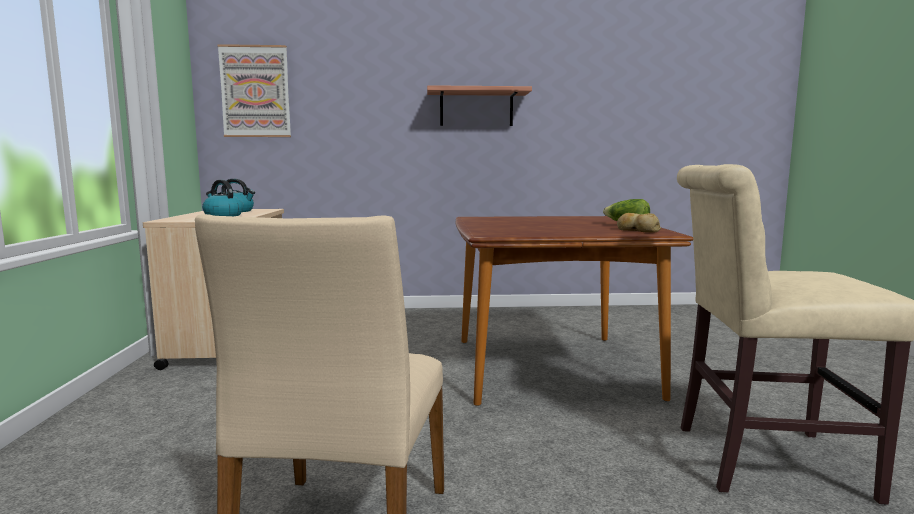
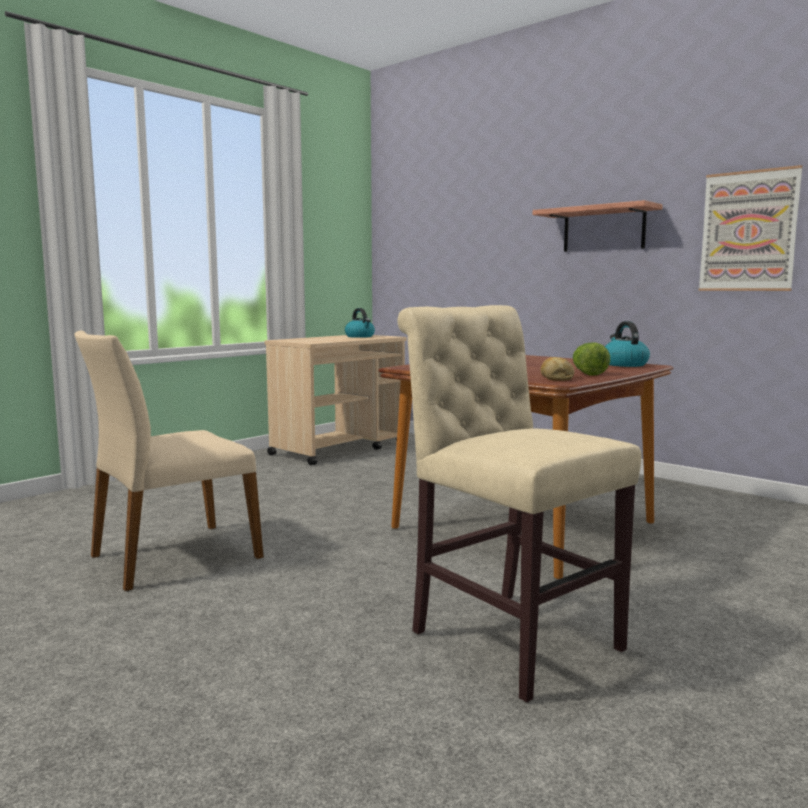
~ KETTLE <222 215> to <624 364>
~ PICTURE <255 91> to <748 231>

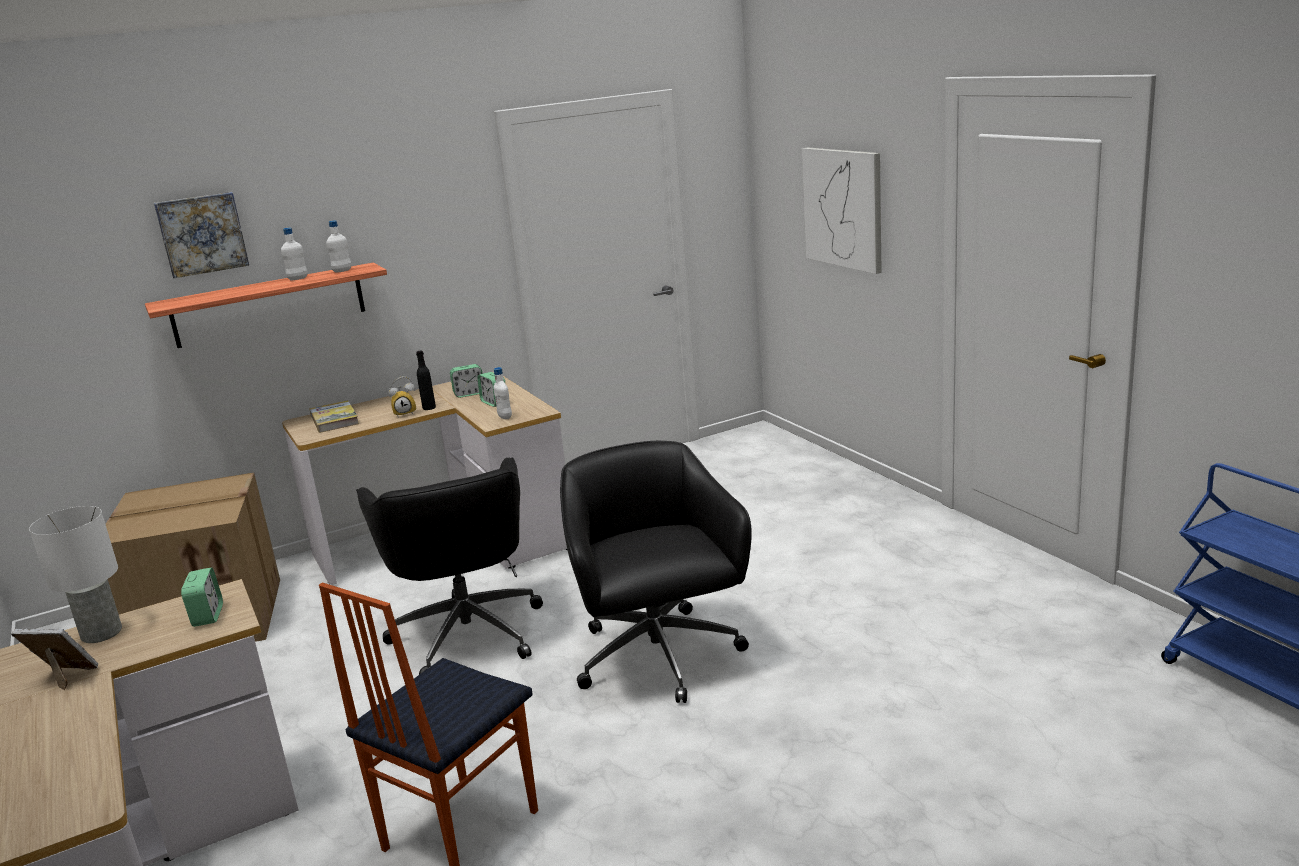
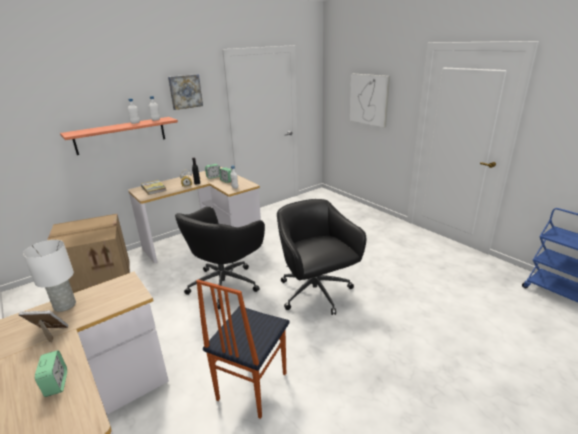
~ PICTURE <202 234> to <185 91>
~ ALARM CLOCK <207 616> to <56 384>
~ BLACK OFFICE CHAIR <467 632> = <225 284> 60 degrees clockwise

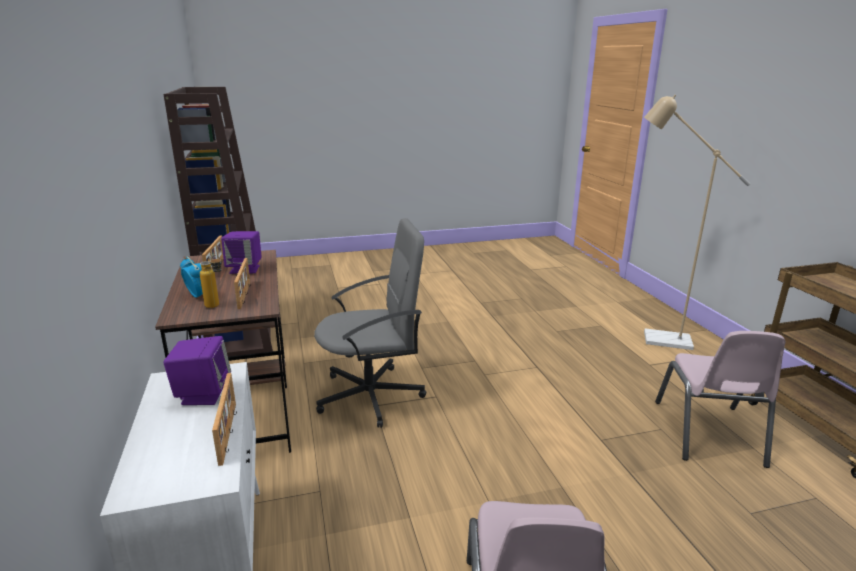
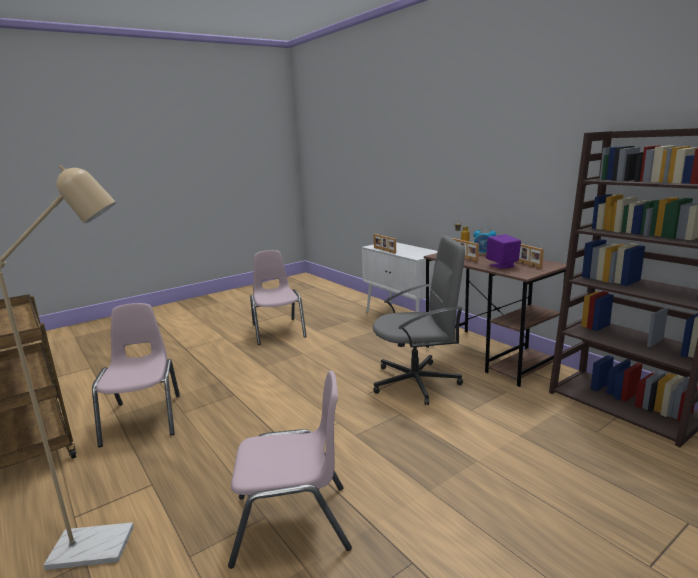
- PURPLE SPEAKER <203 394>
~ GREY OFFICE CHAIR <372 395> = <417 382> 150 degrees counterclockwise
+ PINK CHAIR <292 523>

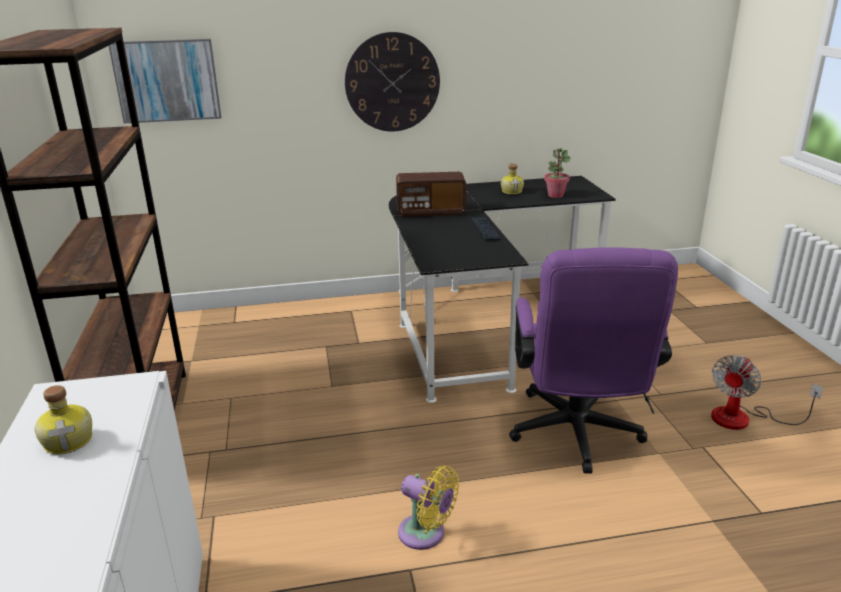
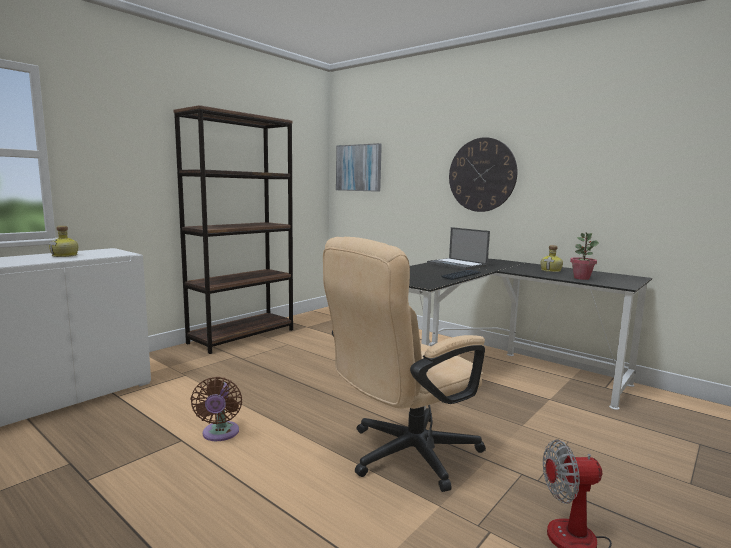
~ RADIO <430 211> to LAPTOP <457 264>
~ YELLOW FAN <425 534> to BROWN FAN <220 434>
~ PURPLE OFFICE CHAIR <576 437> to BEIGE OFFICE CHAIR <402 456>

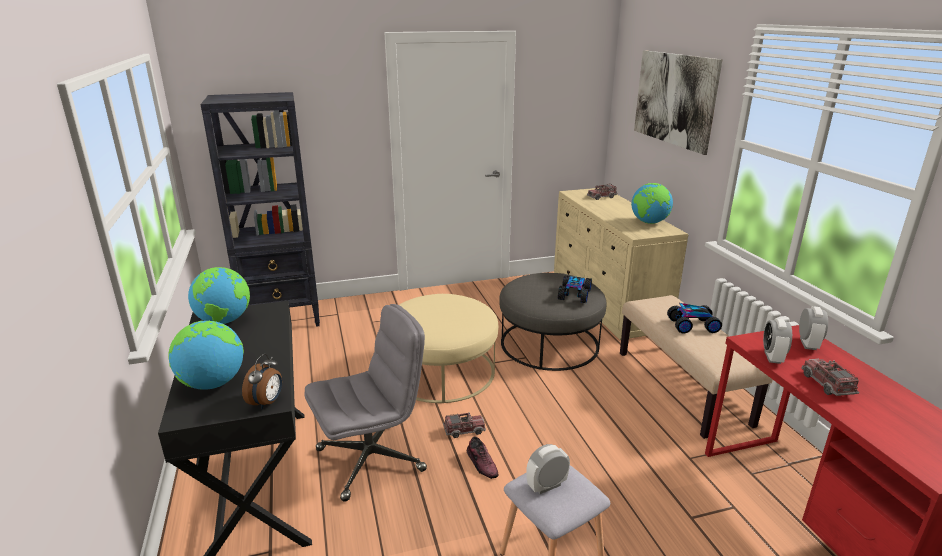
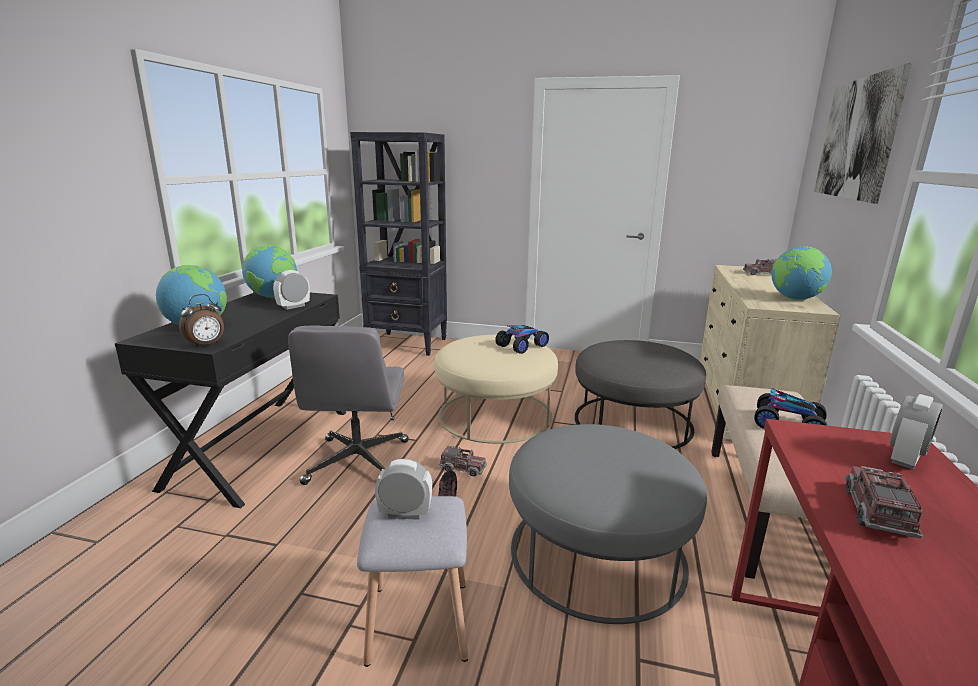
~ GREY OFFICE CHAIR <371 459> = <358 462> 90 degrees clockwise
~ TOY CAR <575 295> to <522 346>
~ ALARM CLOCK <772 357> to <293 306>
+ GREY OTTOMAN <597 553>

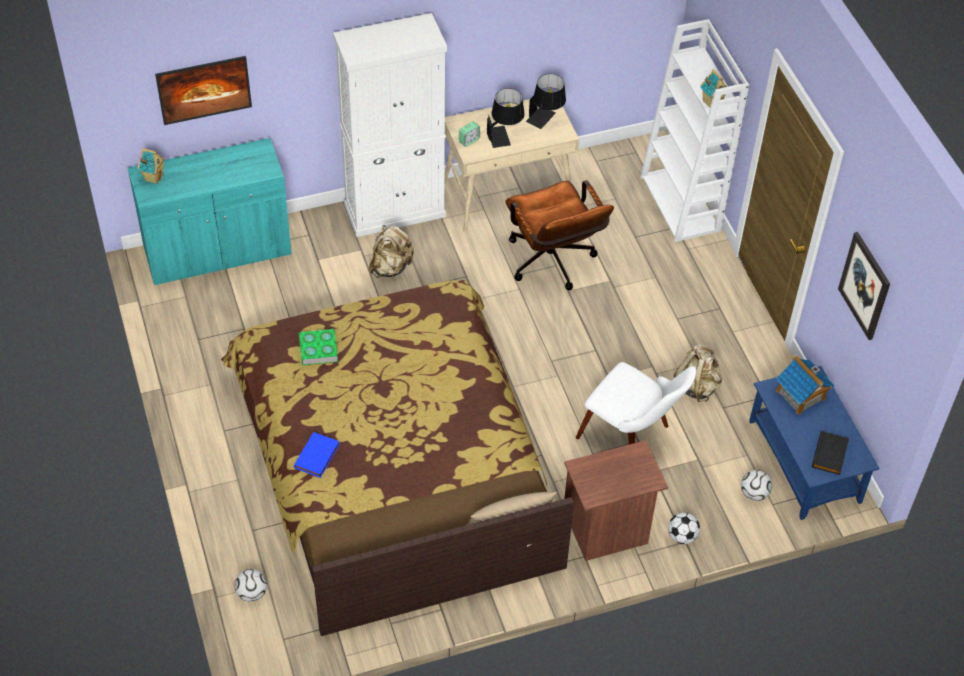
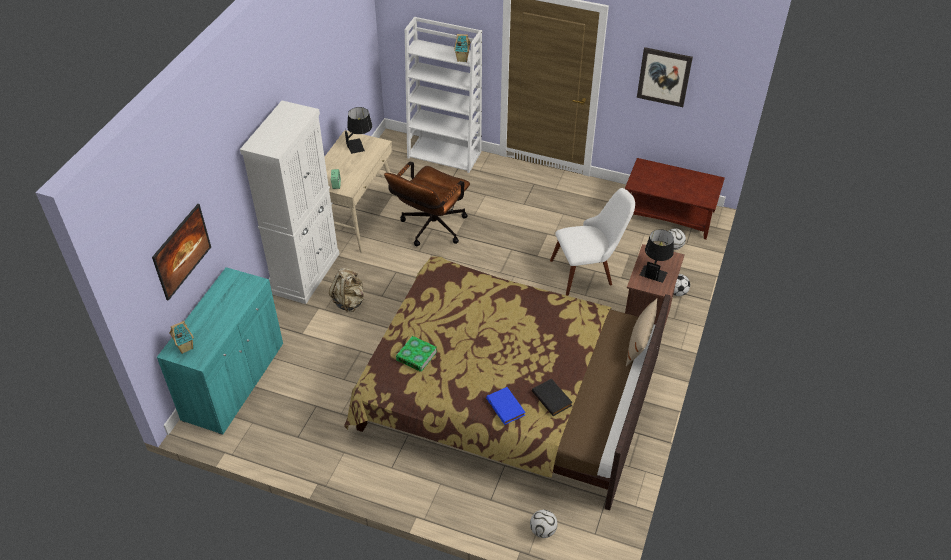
~ BLACK TABLE LAMP <504 135> to <655 270>
~ BROWN OFFICE CHAIR <553 265> = <430 229> 105 degrees clockwise
- BEIGE BACKPACK <697 386>
~ BLUE COFFEE TABLE <805 462> to BROWN COFFEE TABLE <669 215>
- TOY HOUSE <800 395>
~ BLACK BOOK <830 455> to <552 398>

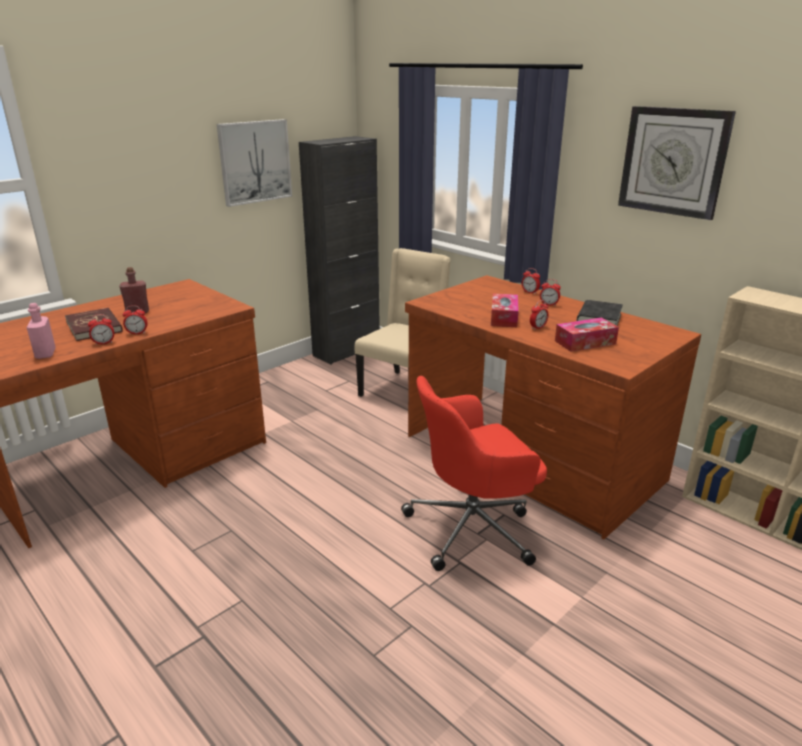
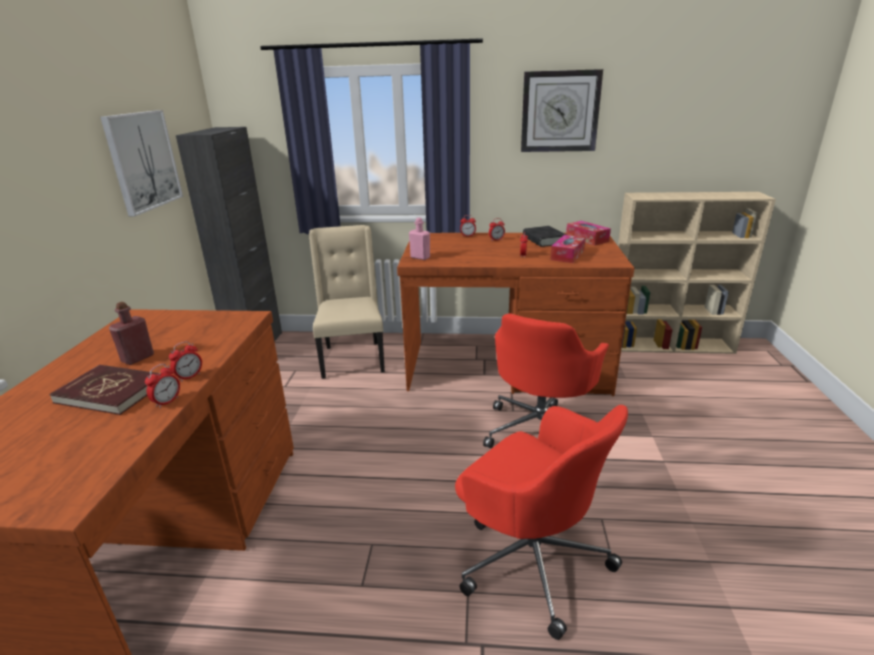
~ PINK BOTTLE <45 354> to <420 257>
~ TISSUE BOX <504 317> to <587 239>
+ RED OFFICE CHAIR <531 557>

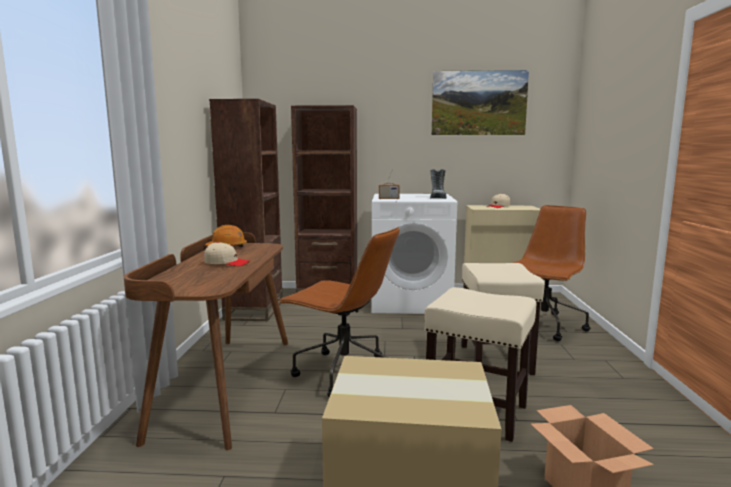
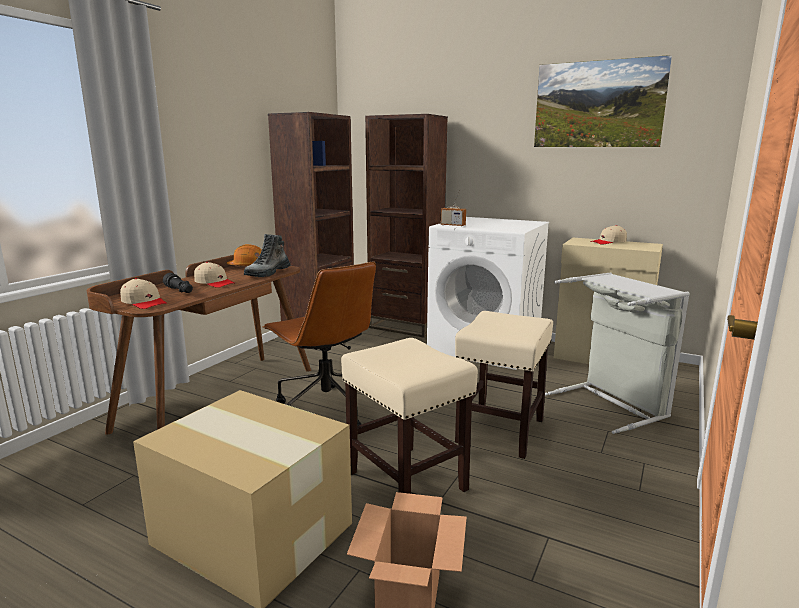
~ BOOT <437 197> to <268 273>
~ BROWN OFFICE CHAIR <543 326> to GREY LAUNDRY BASKET <613 404>
+ BEIGE CAP <144 302>
+ BLACK FLASHLIGHT <180 291>

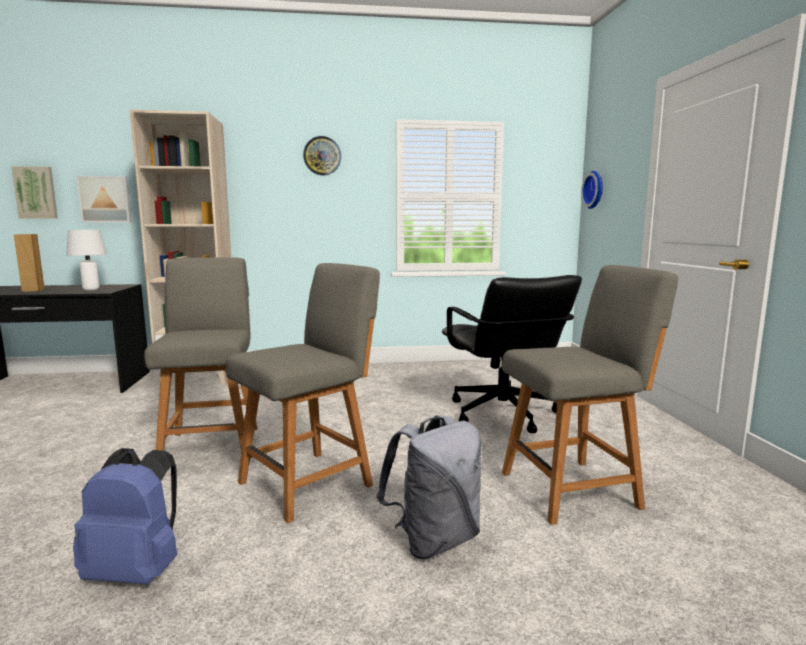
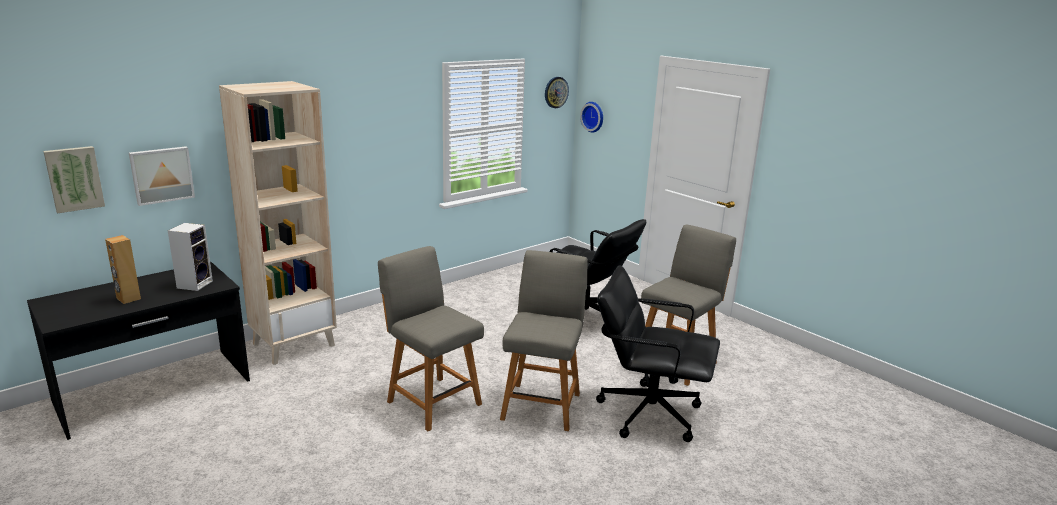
~ WHITE TABLE LAMP <91 289> to SPEAKER <195 284>
- BLUE BACKPACK <137 571>
~ WALL CLOCK <322 156> to <556 92>
~ GREY BACKPACK <434 540> to BLACK OFFICE CHAIR <648 412>

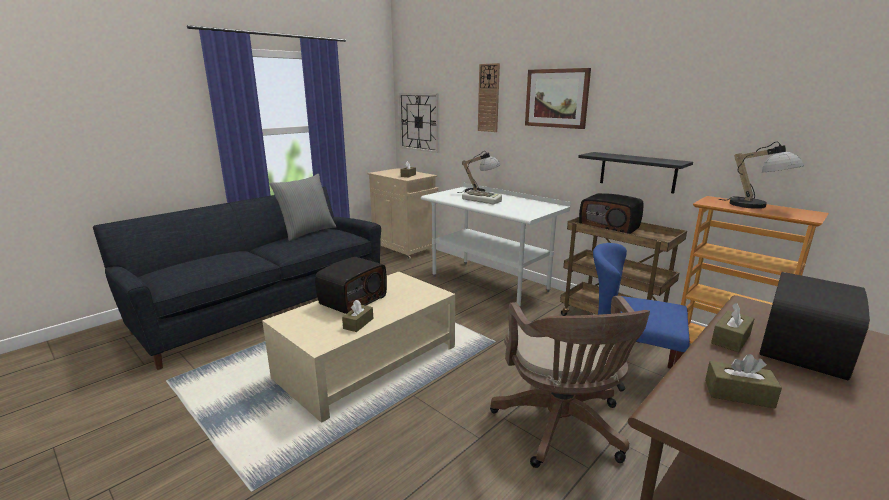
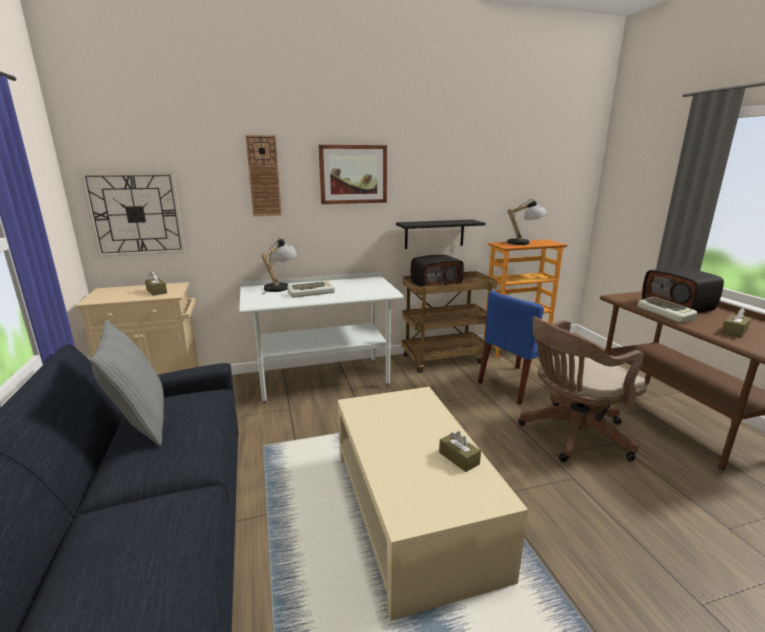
- RADIO <352 300>
~ BROWN OFFICE CHAIR <562 428> = <571 435> 135 degrees clockwise
~ BROWN TISSUE BOX <730 339> to KEYBOARD <666 313>

